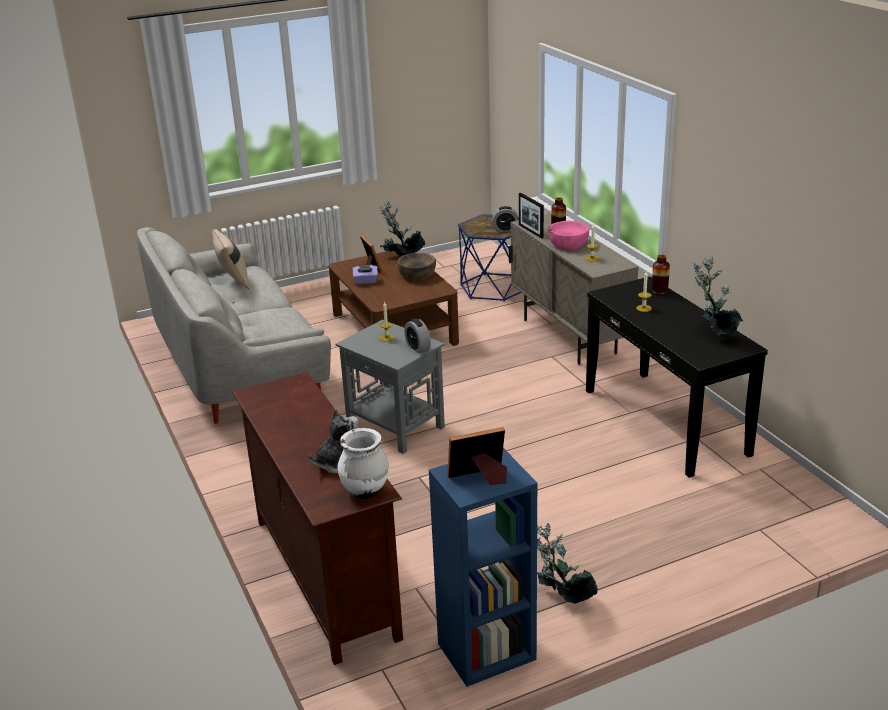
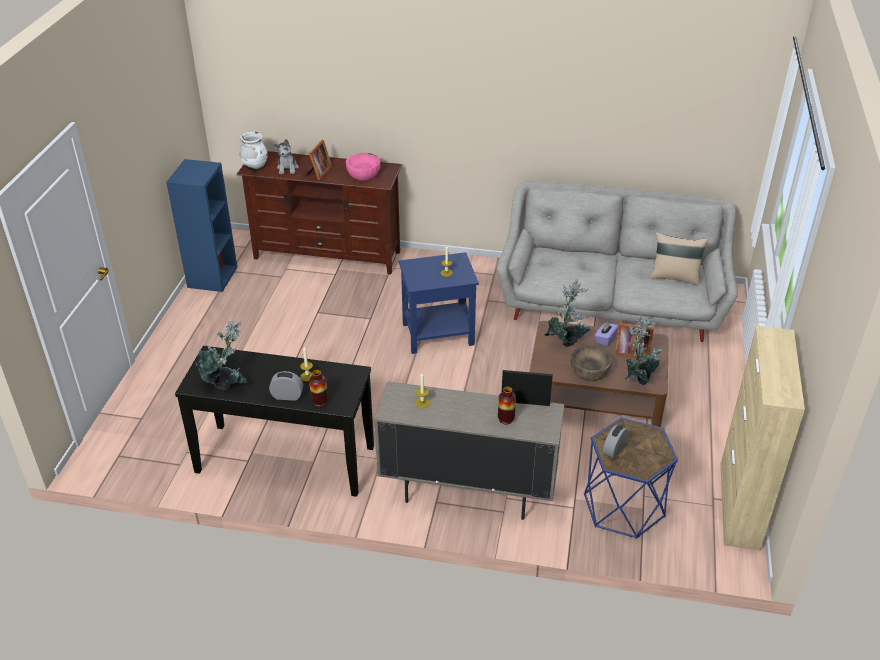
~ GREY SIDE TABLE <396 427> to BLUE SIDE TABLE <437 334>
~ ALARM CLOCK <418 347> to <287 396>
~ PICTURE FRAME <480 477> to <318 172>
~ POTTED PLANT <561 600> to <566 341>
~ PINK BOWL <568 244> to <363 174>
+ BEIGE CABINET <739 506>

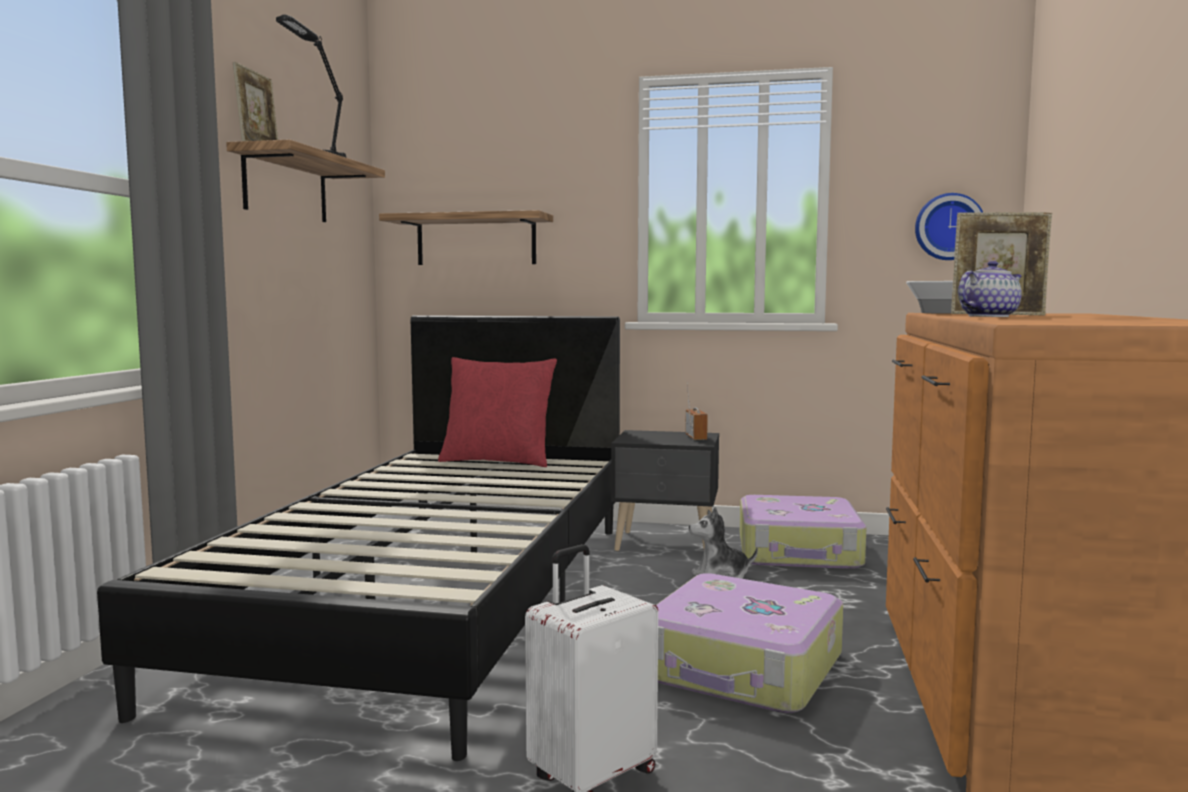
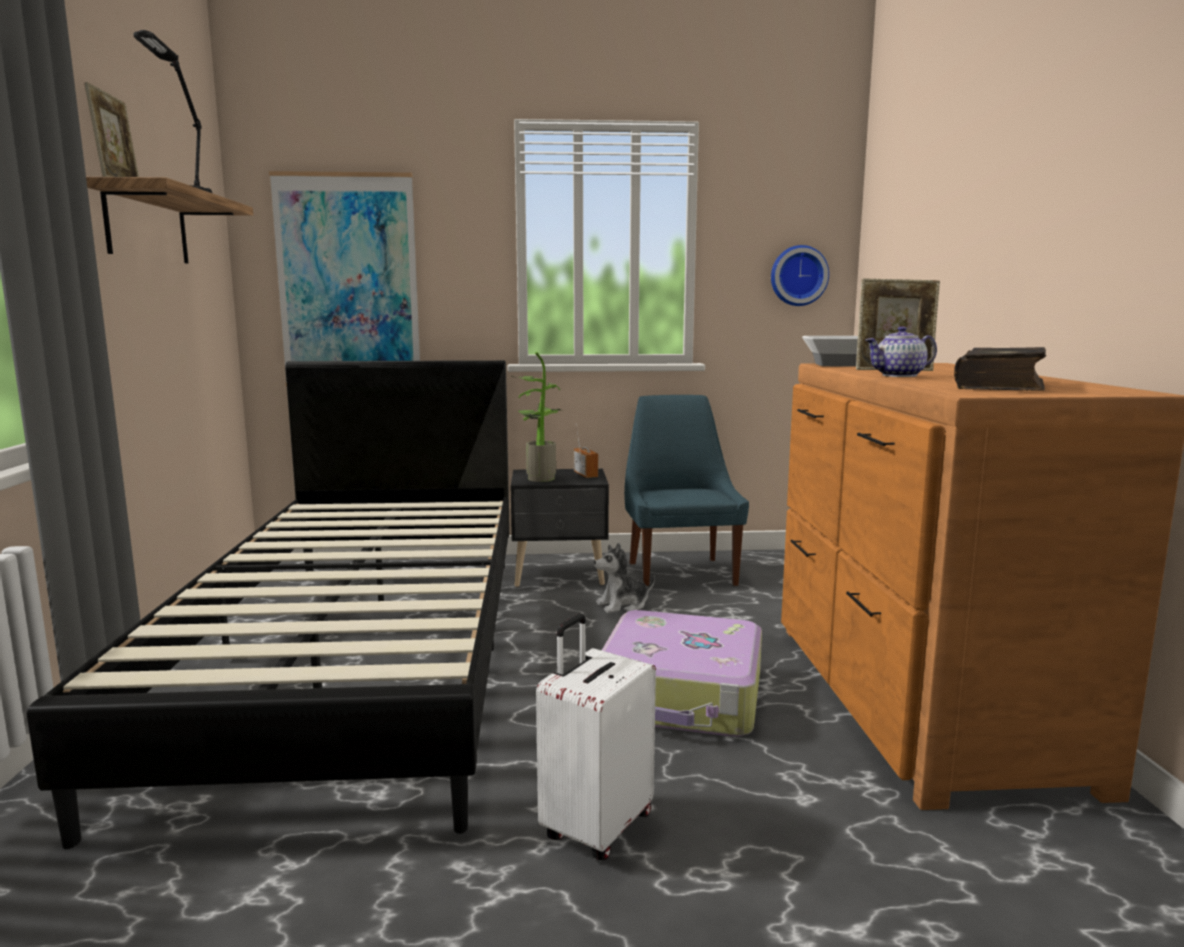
~ SHELF <476 240> to PICTURE <348 281>
- RED PILLOW <498 461>
~ SUITCASE <799 551> to BLUE CHAIR <680 572>
~ TEAPOT <988 316> = <899 375> 150 degrees counterclockwise
+ POTTED PLANT <538 478>
+ BOOK <1001 385>

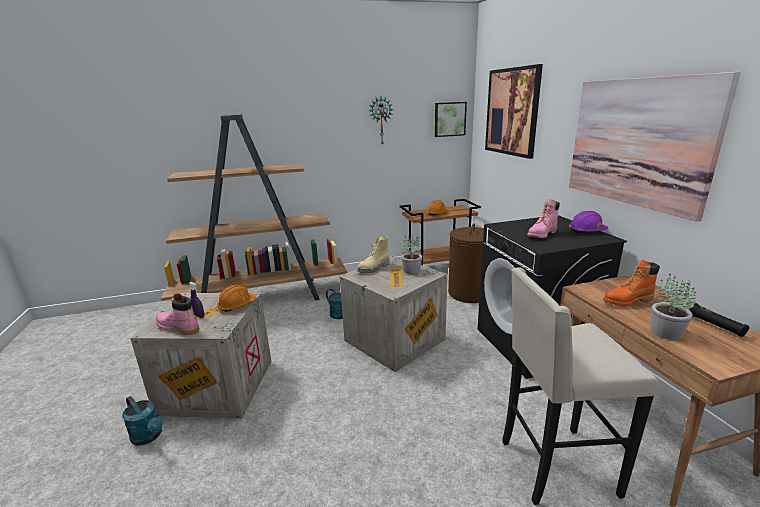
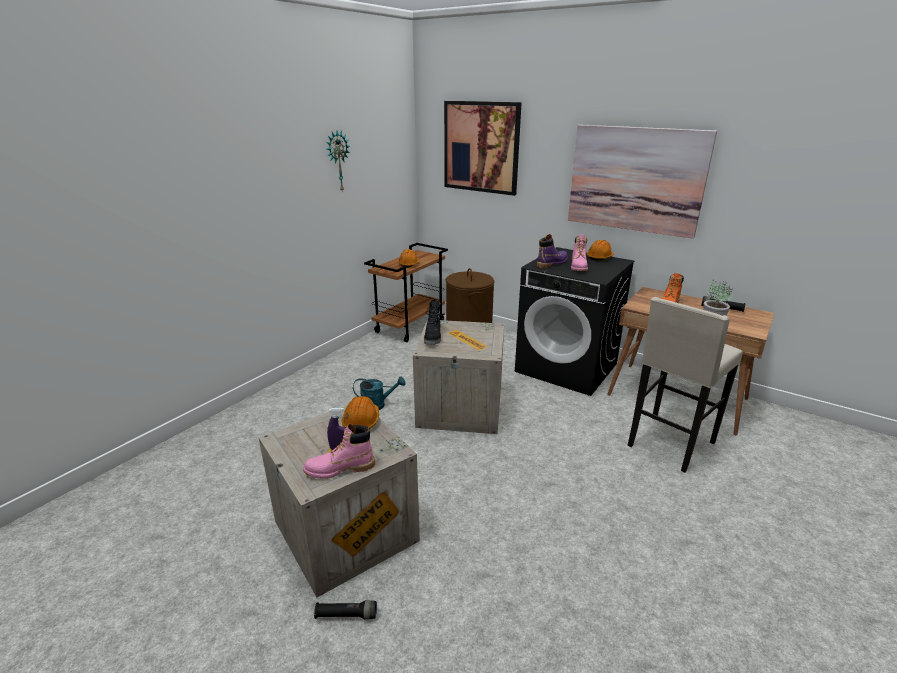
~ TURQUOISE WATERING CAN <149 436> to BLACK FLASHLIGHT <346 615>
- BROWN BOOKCASE <262 297>
~ BEIGE BOOT <374 268> to BLACK BOOT <433 337>
- POTTED PLANT <412 270>
- PICTURE <449 119>
~ PURPLE HARD HAT <587 231> to ORANGE HARD HAT <599 257>
+ PURPLE BOOT <552 263>

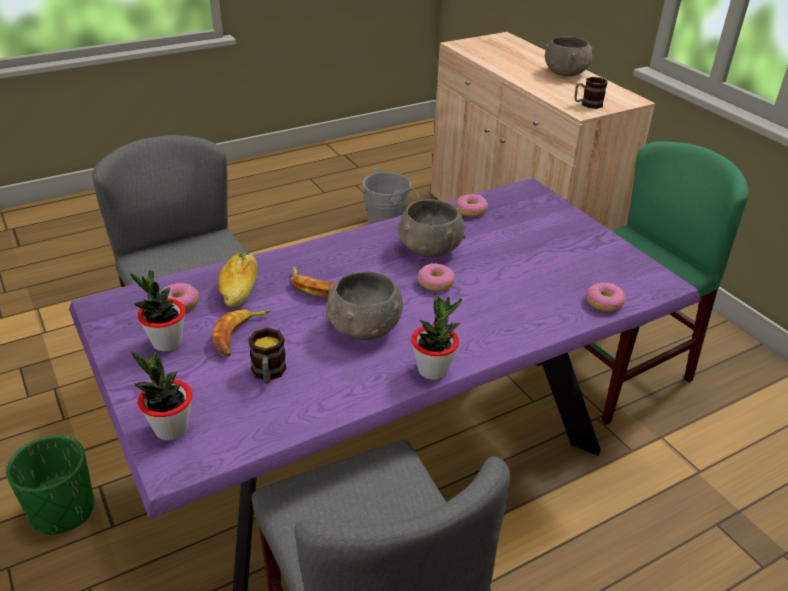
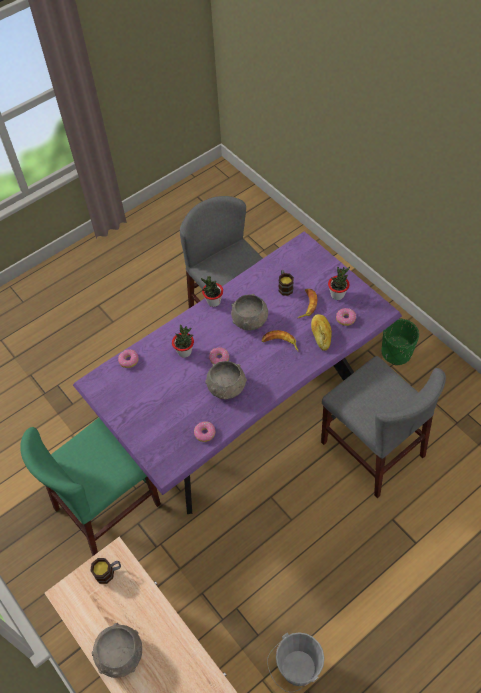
~ POTTED PLANT <171 429> to <184 352>

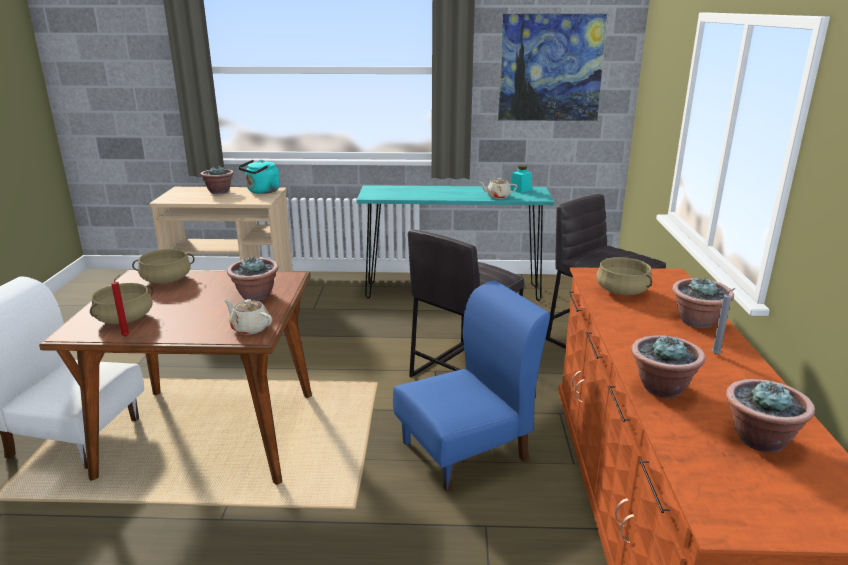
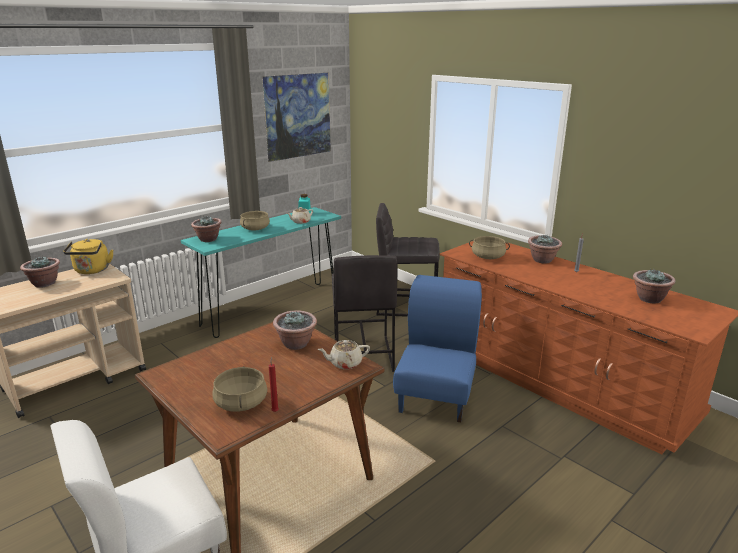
~ BEIGE COOKING POT <166 280> to <255 229>
~ TURQUOISE KETTLE <262 191> to YELLOW KETTLE <92 271>
~ POTTED PLANT <661 387> to <208 239>

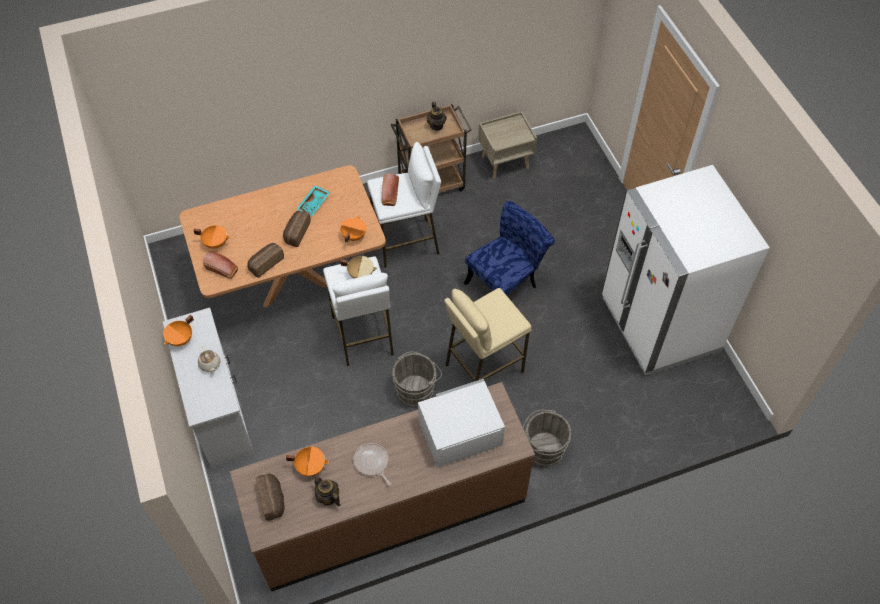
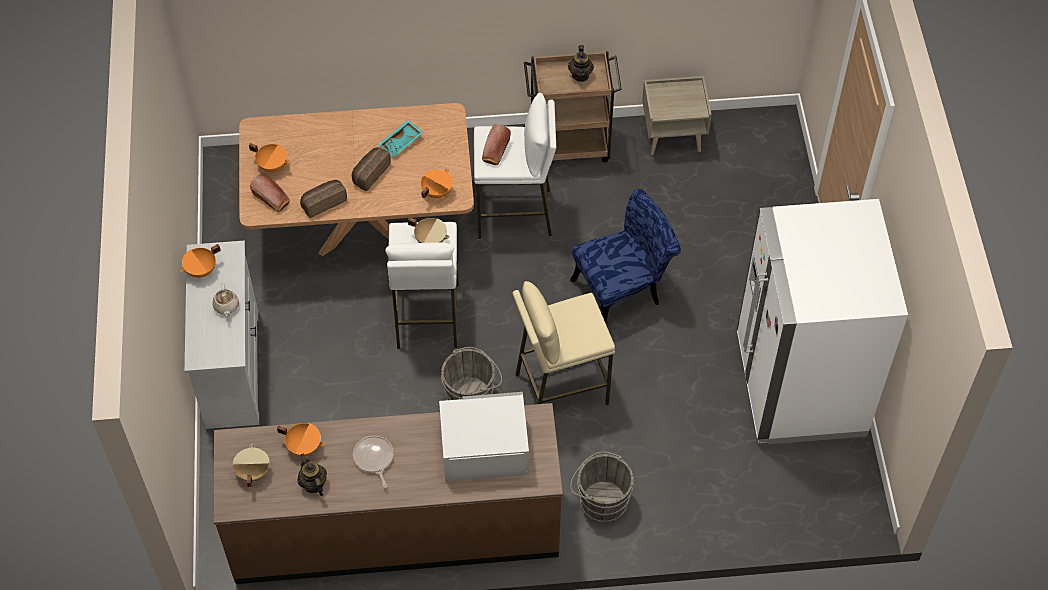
~ BREAD <273 500> to BEIGE COOKING POT <252 472>

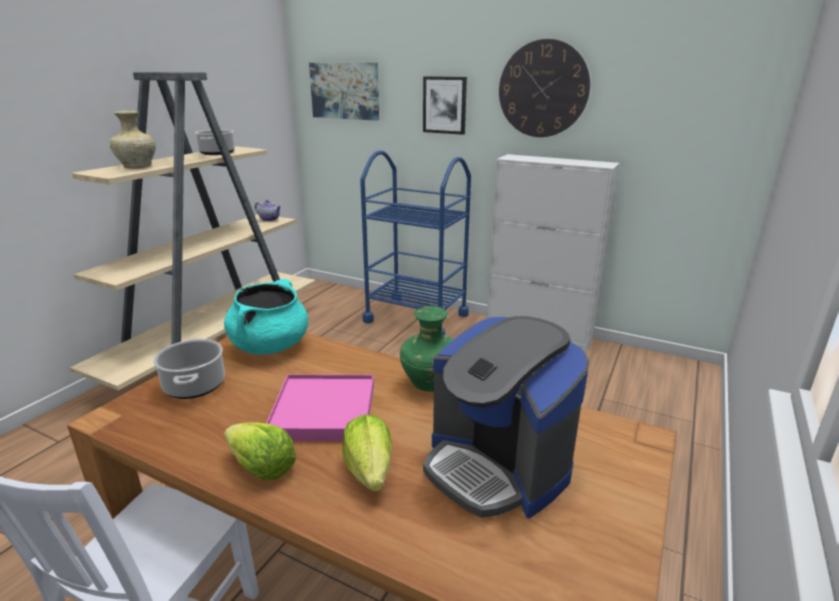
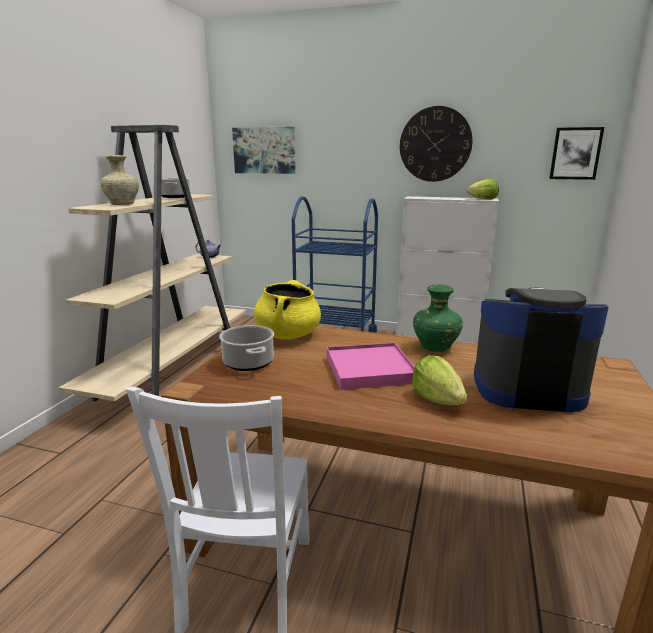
~ TURQUOISE COOKING POT <270 346> to YELLOW COOKING POT <288 335>
~ LETTUCE <261 468> to <483 199>
~ PICTURE <444 105> to <575 153>
~ COFFEE MACHINE <497 466> = <526 388> 150 degrees clockwise

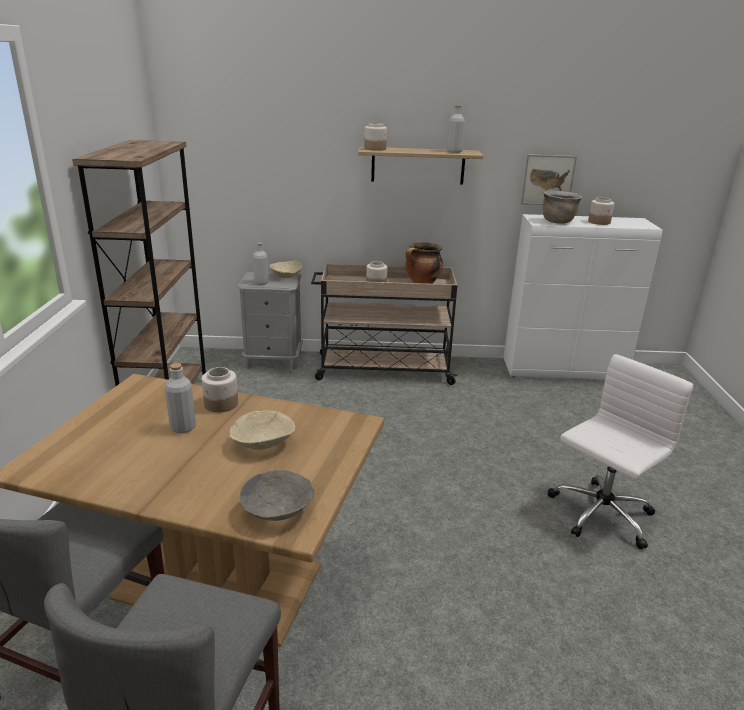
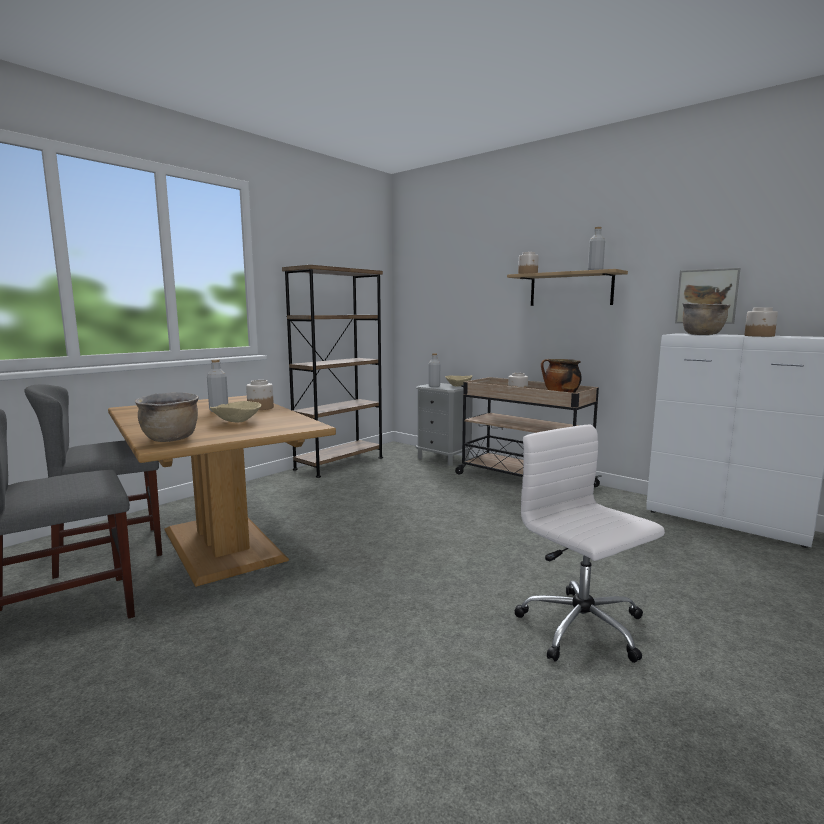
~ GREY BOWL <278 511> to BROWN COOKING POT <171 439>
~ WHITE OFFICE CHAIR <600 514> = <583 628> 120 degrees counterclockwise

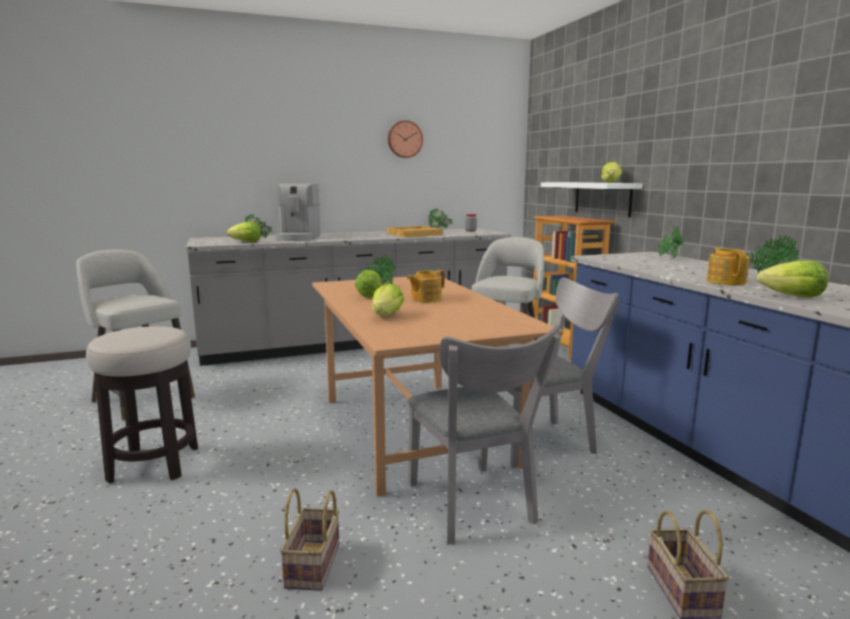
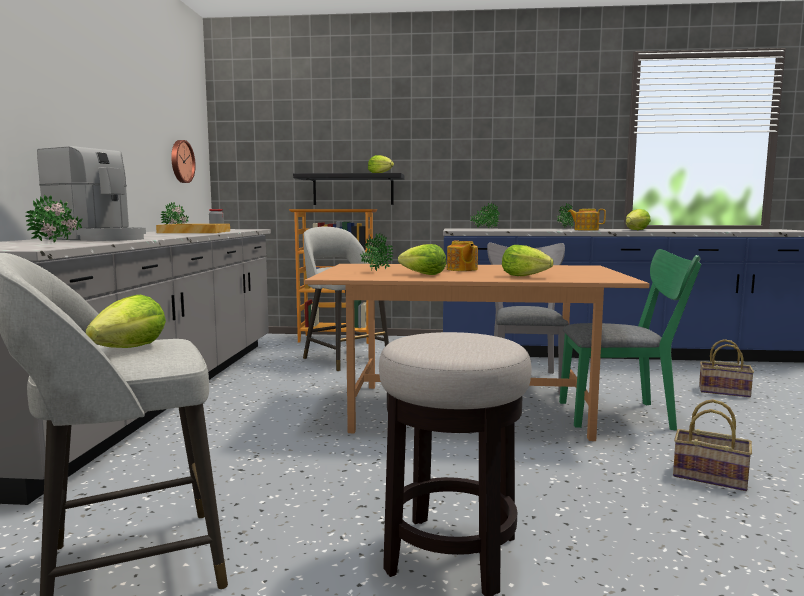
~ LETTUCE <247 242> to <131 349>
~ WALL CLOCK <404 139> to <181 161>
~ GREY CHAIR <473 508> to GREEN CHAIR <624 415>
~ WHITE SHELF <602 198> to BLACK SHELF <353 190>

